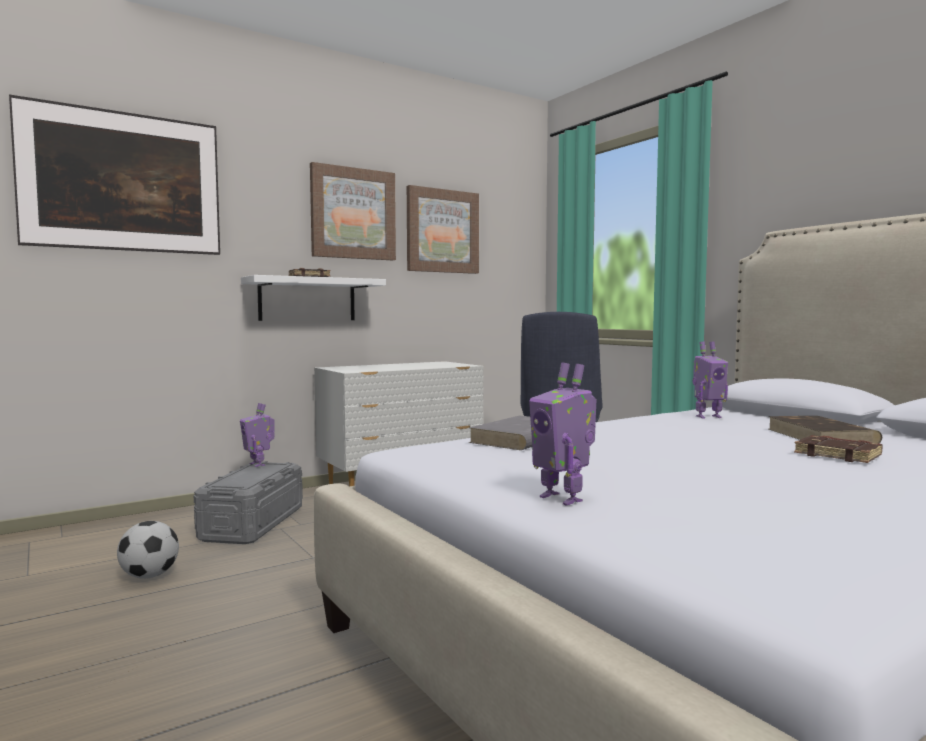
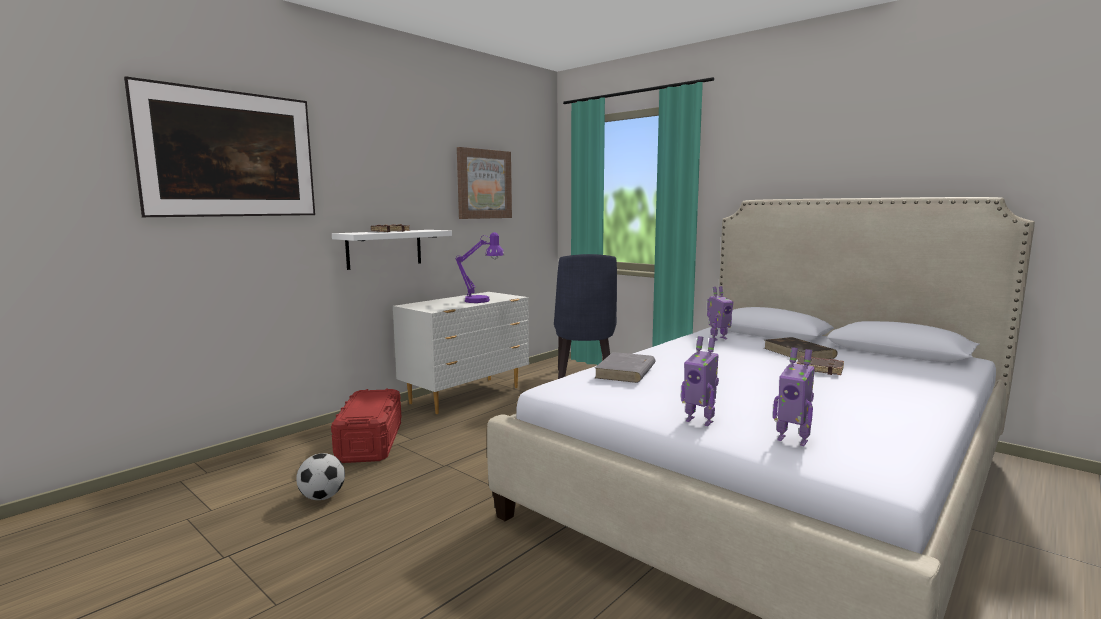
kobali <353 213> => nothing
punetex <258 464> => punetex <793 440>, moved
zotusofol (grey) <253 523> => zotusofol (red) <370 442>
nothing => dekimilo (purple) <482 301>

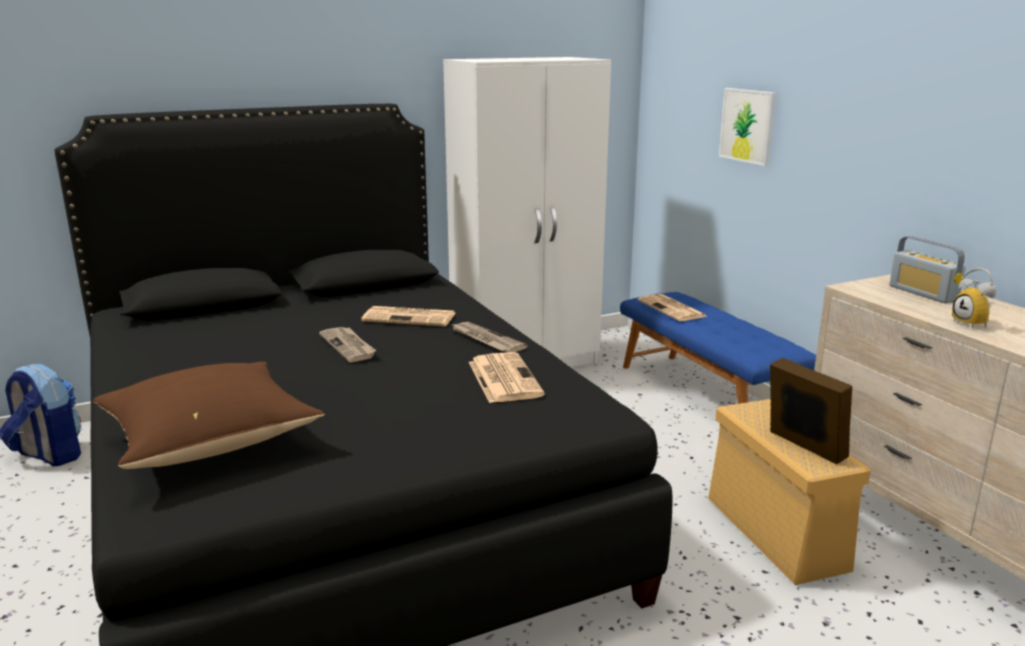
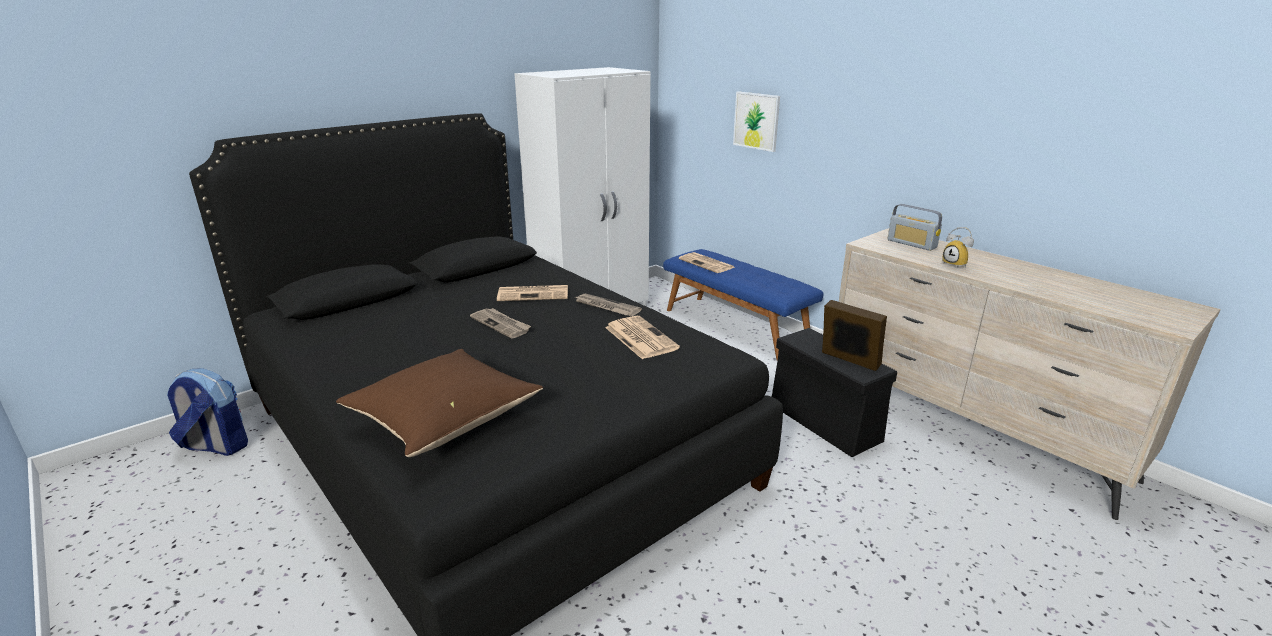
zotusofol (beige) <777 535> => zotusofol (black) <826 423>

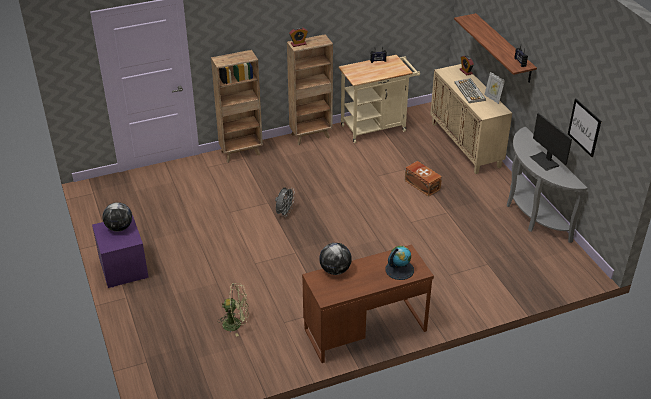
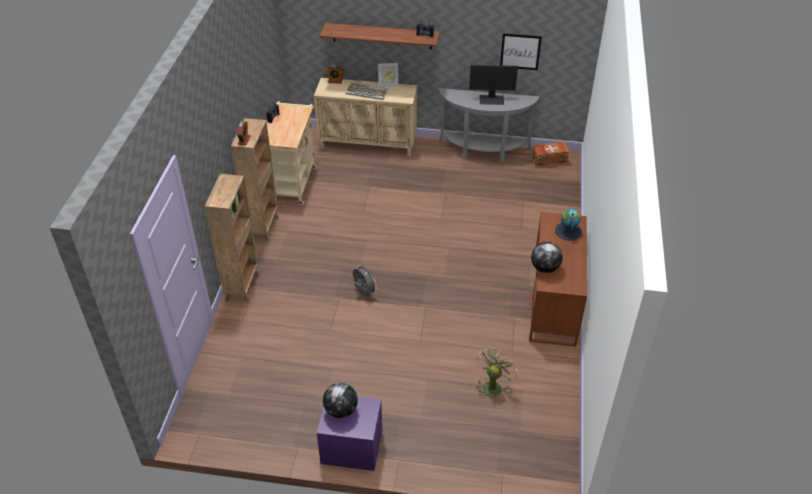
zotusofol (brown) <422 184> => zotusofol (brown) <548 160>, moved

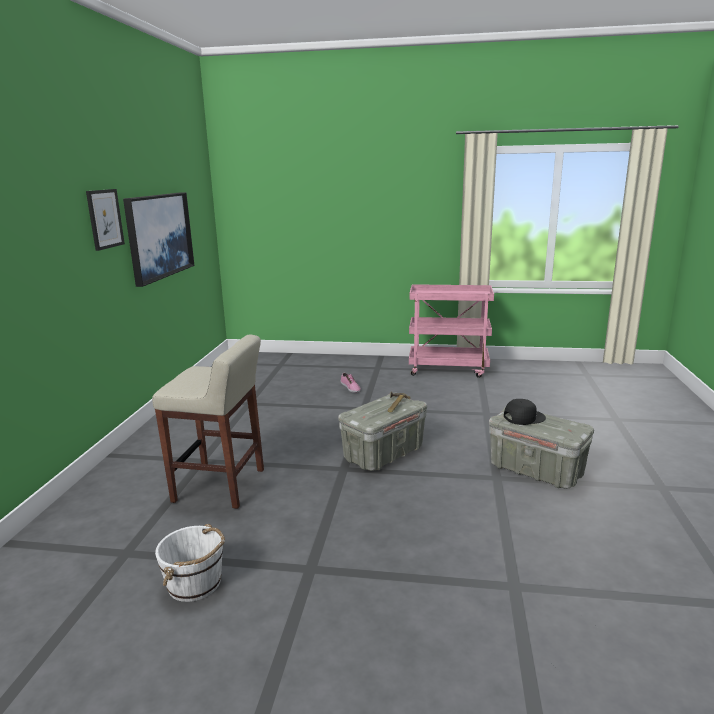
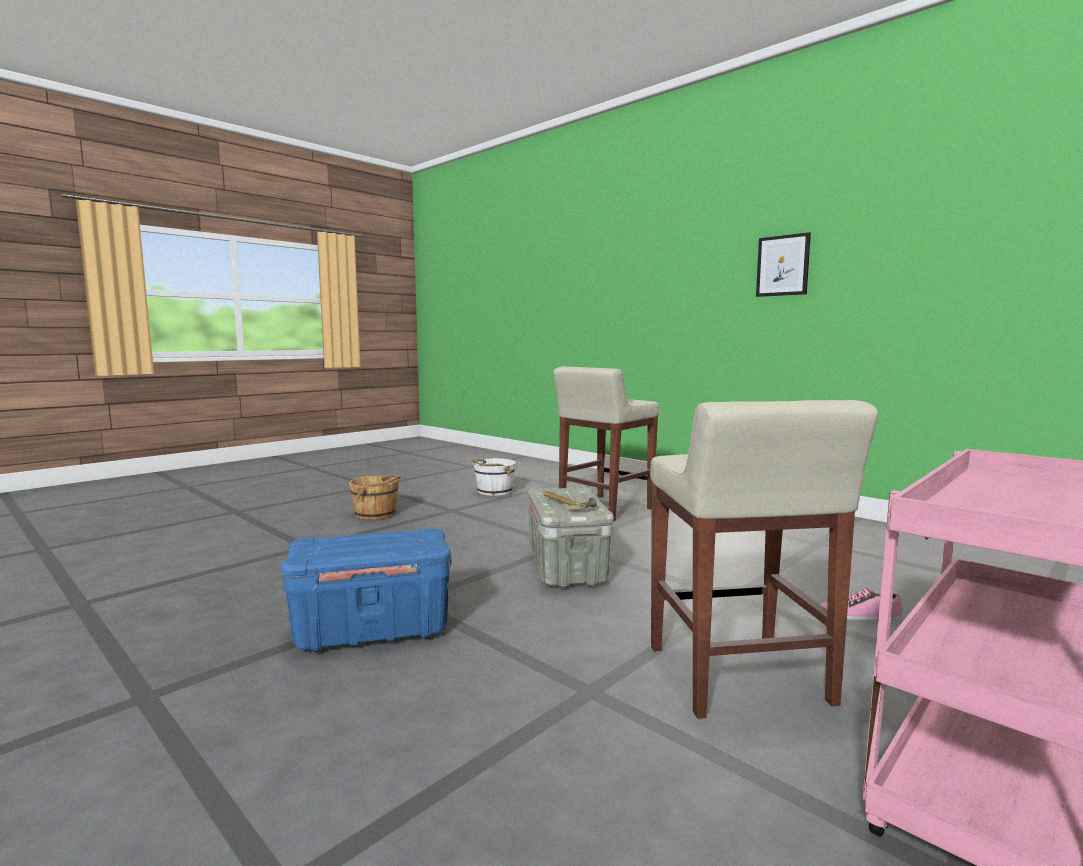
kobali <159 236> => nothing
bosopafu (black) <523 417> => nothing
zotusofol (grey) <536 470> => zotusofol (blue) <371 631>
nothing => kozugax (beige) <738 676>
nothing => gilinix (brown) <376 514>

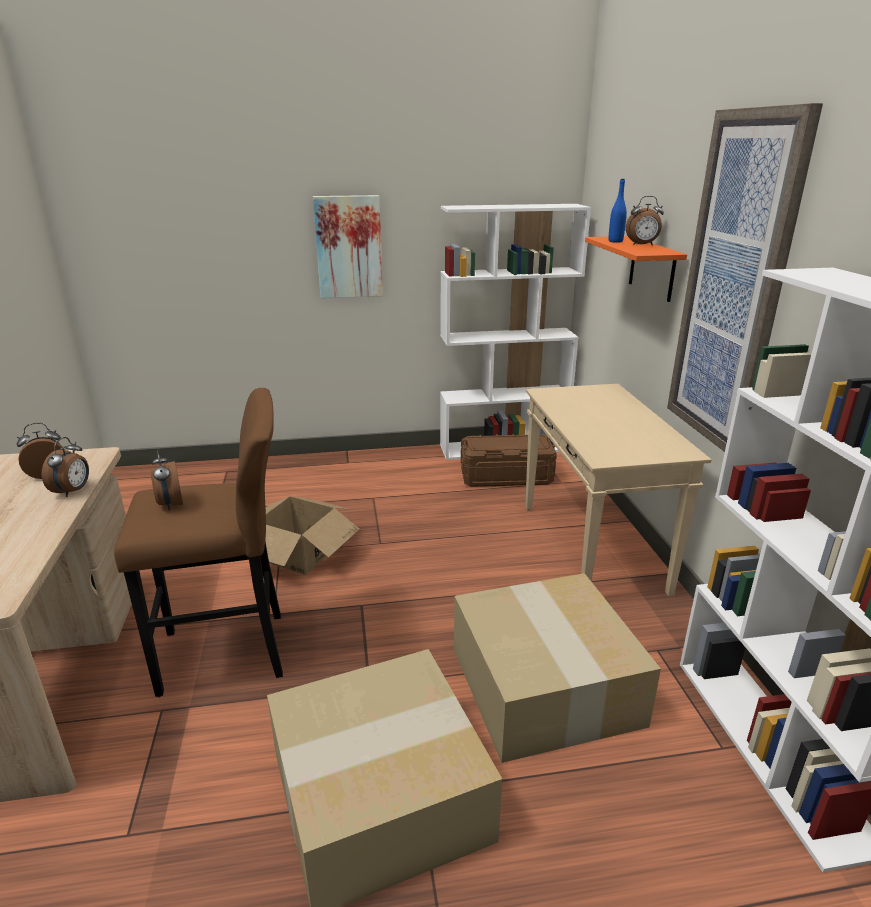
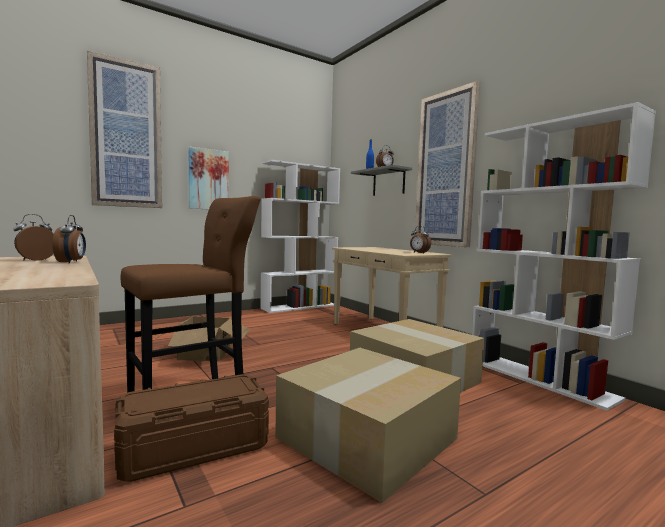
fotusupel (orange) <652 268> => fotusupel (grey) <388 182>
zotusofol (brown) <506 476> => zotusofol (brown) <194 448>, moved
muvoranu <170 504> => muvoranu <419 253>, moved
nothing => kobali <126 135>

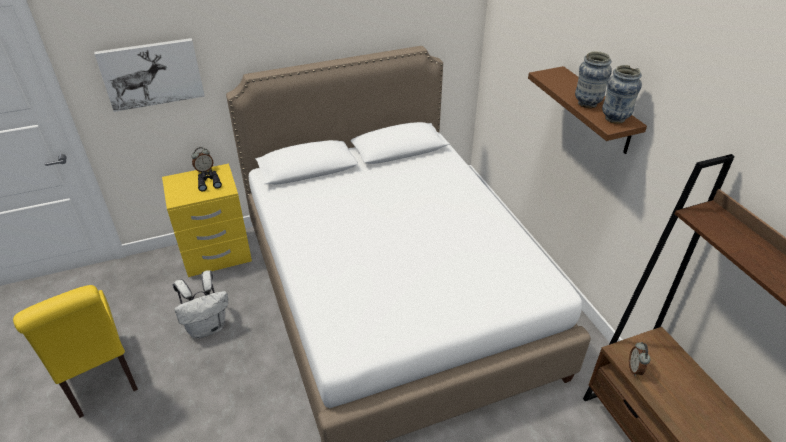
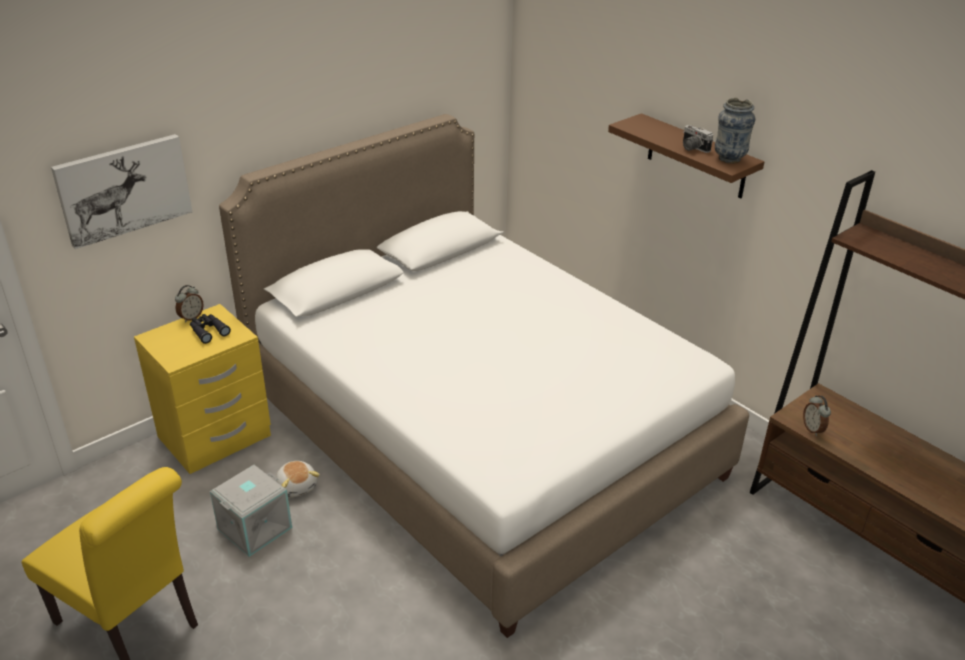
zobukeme <587 104> => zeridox <692 148>
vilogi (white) <208 327> => zotusofol (grey) <254 527>
nothing => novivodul <297 486>

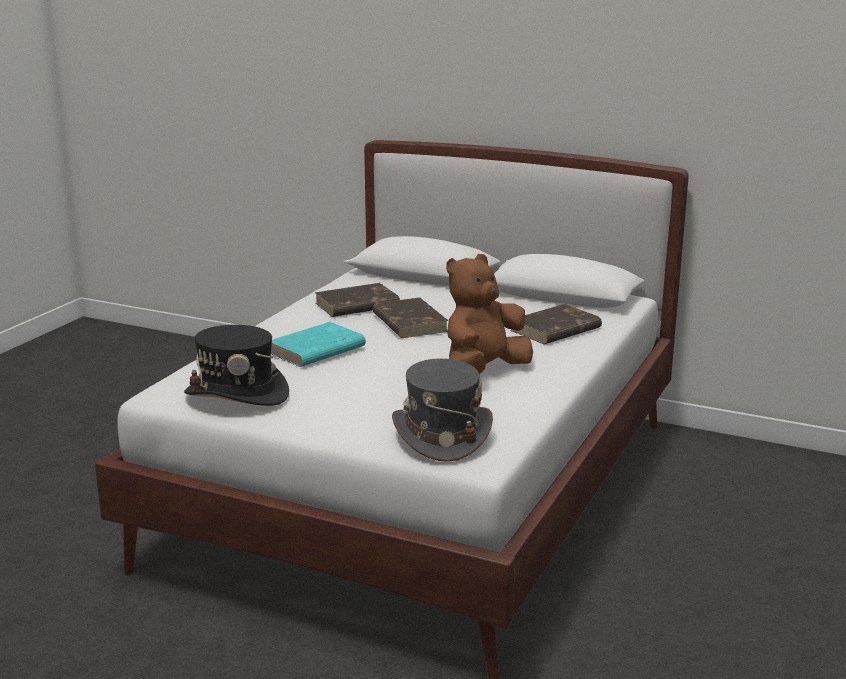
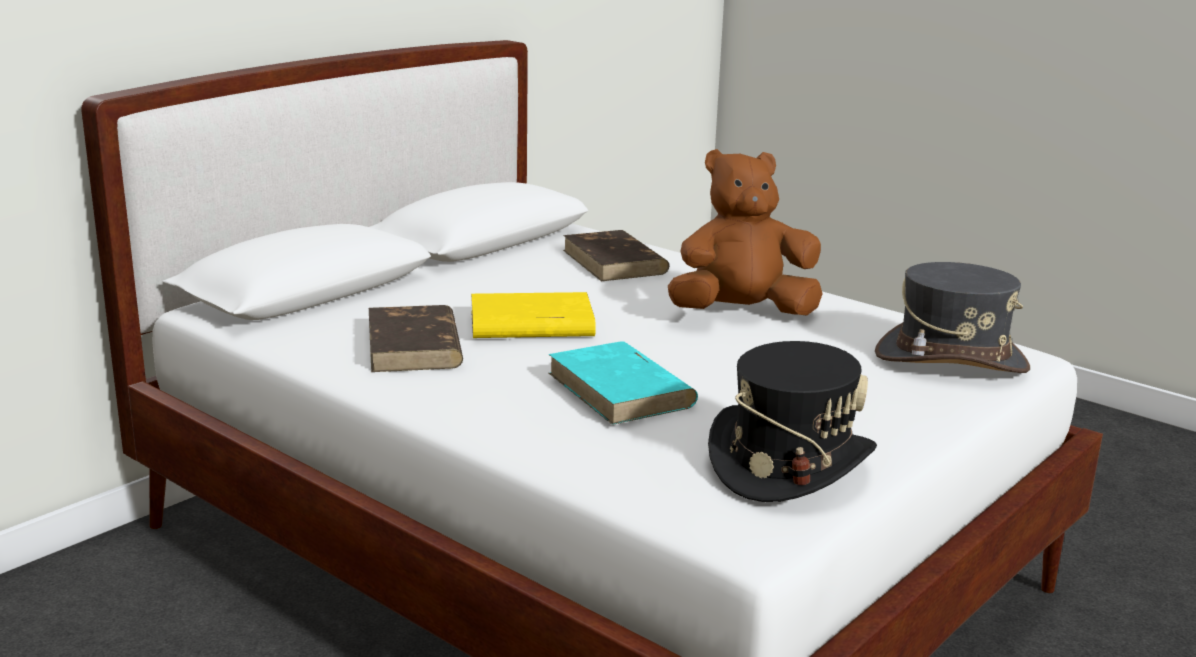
novivodul (brown) <483 371> => novivodul (brown) <741 313>, 105 degrees clockwise
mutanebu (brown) <409 322> => mutanebu (yellow) <530 324>

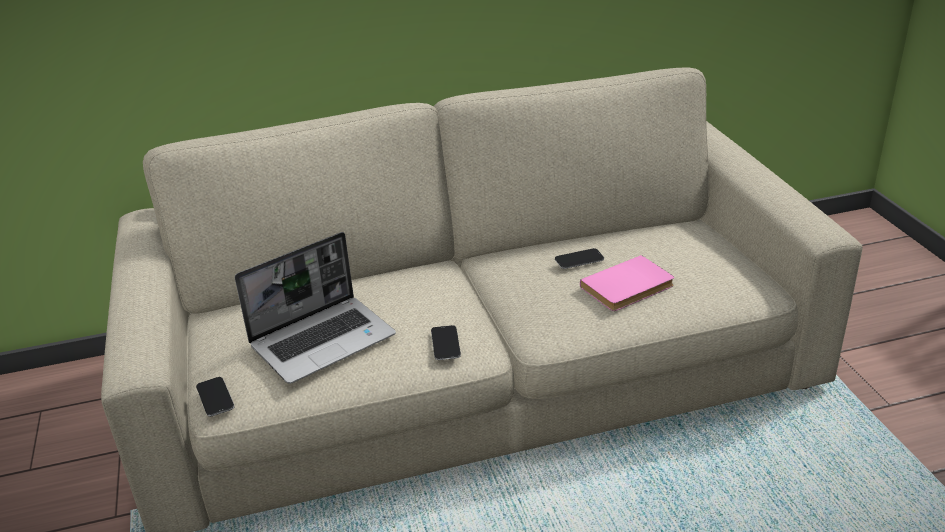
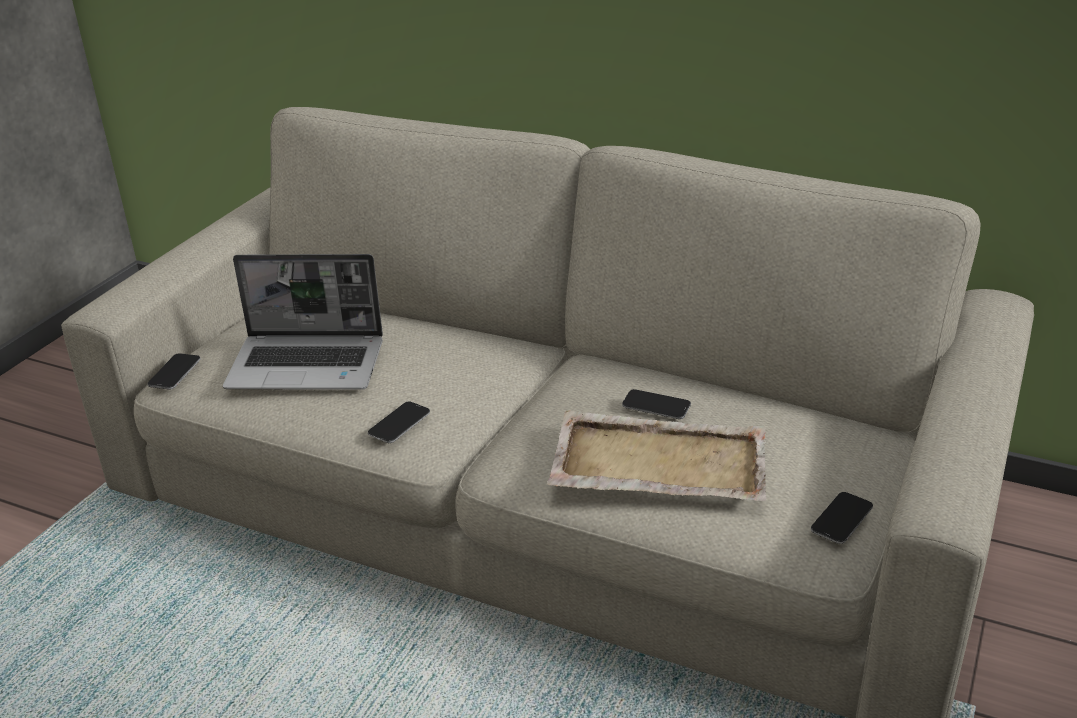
mutanebu (pink) <629 287> => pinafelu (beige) <657 463>
nothing => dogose <841 519>

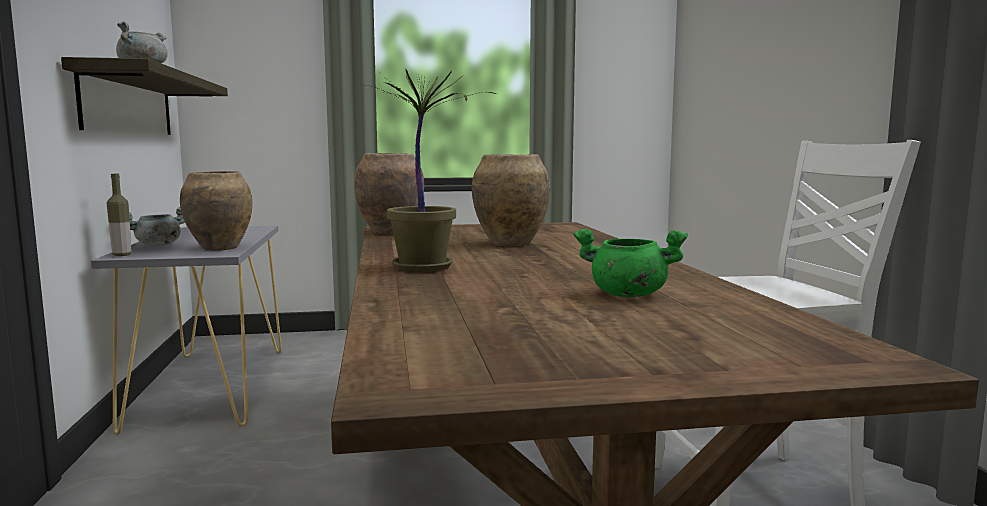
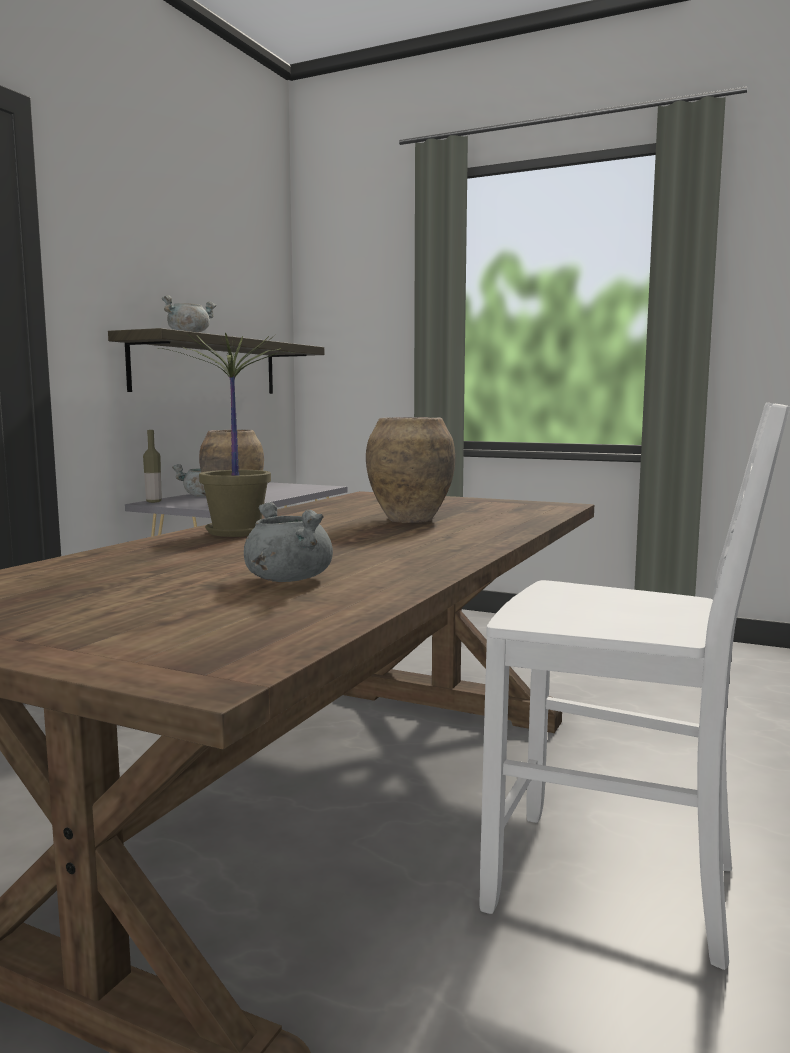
zobukeme (brown) <390 232> => nothing
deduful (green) <626 294> => deduful (grey) <286 579>

